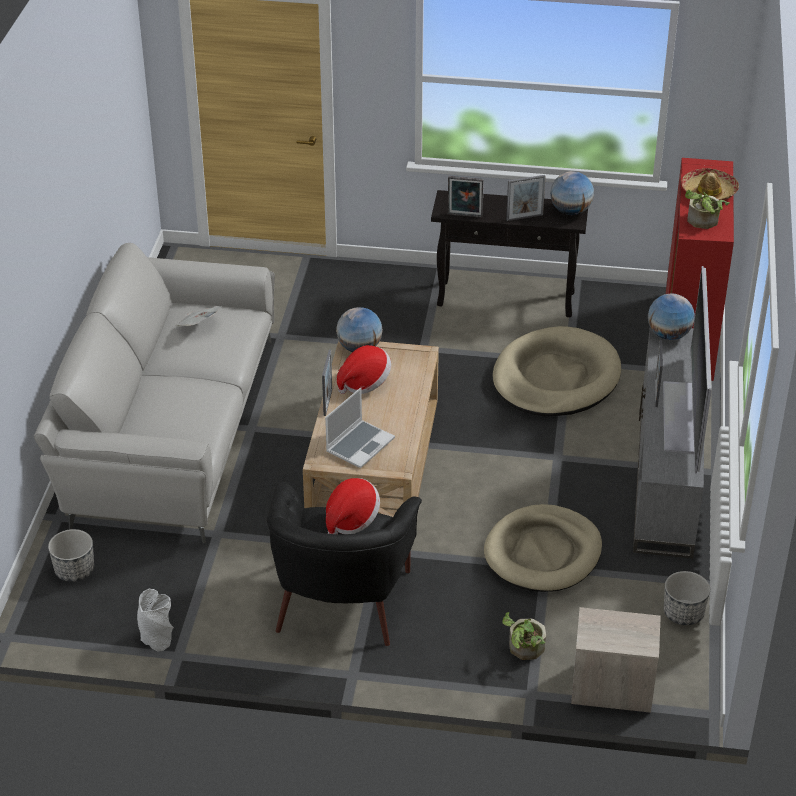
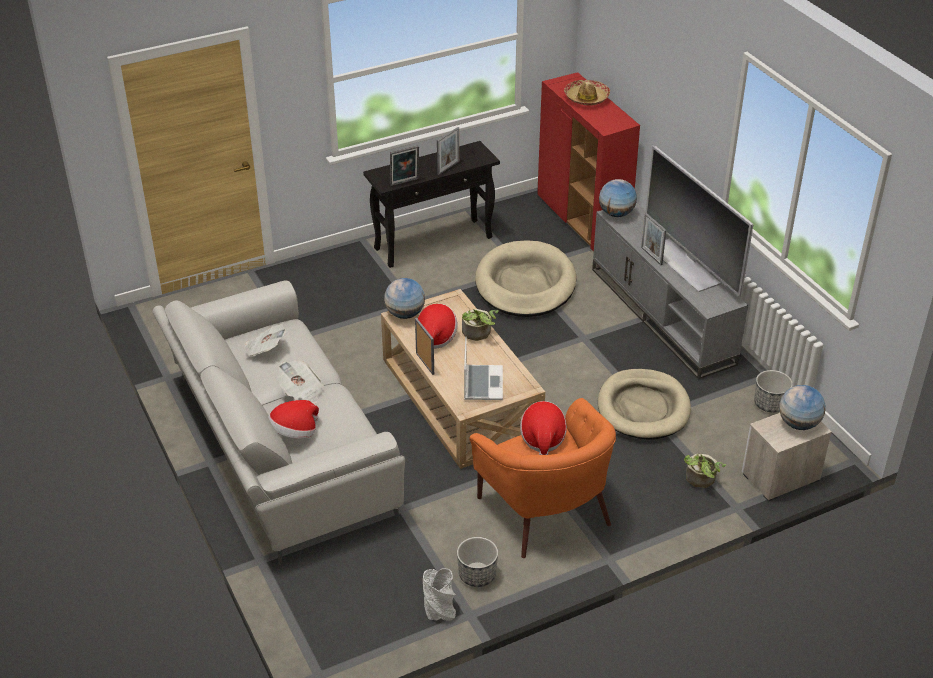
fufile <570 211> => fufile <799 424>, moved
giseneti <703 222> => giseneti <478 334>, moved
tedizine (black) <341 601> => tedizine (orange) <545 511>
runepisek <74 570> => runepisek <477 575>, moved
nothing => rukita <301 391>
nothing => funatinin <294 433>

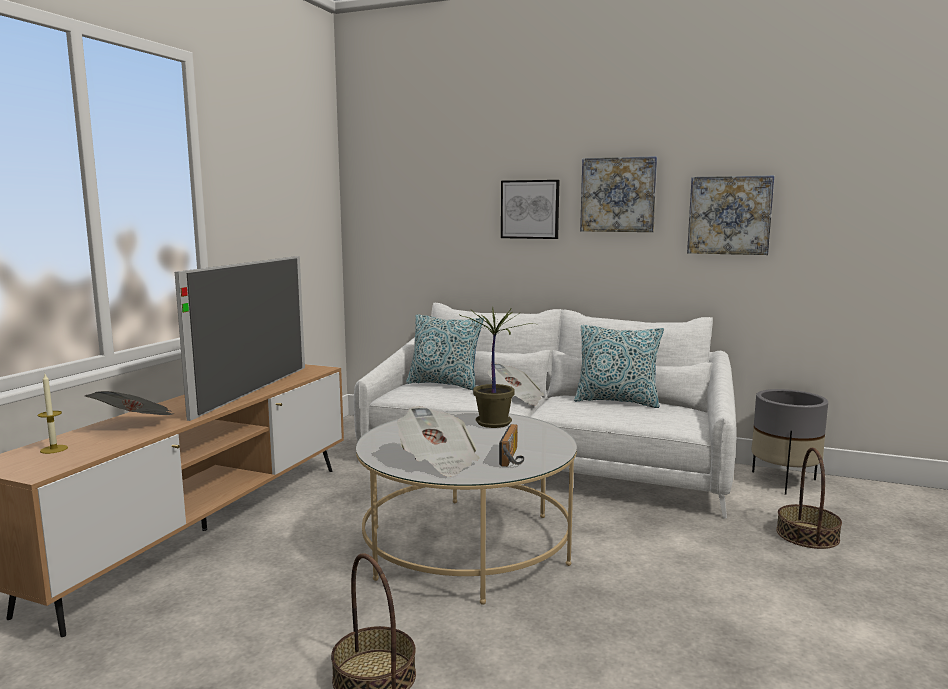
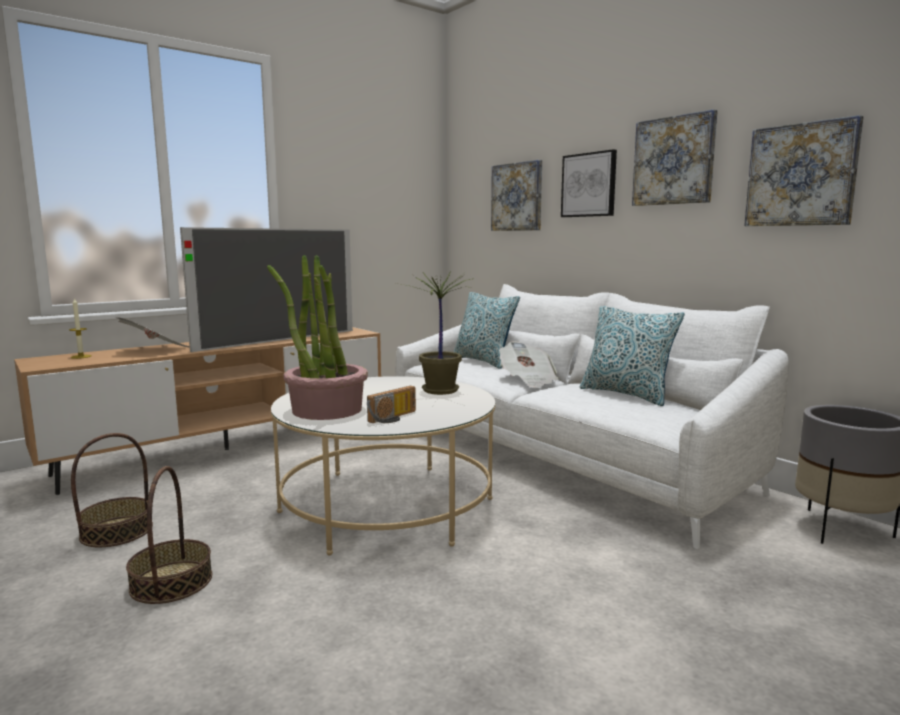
rukita <438 462> => giseneti <326 410>
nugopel <807 535> => nugopel <116 531>, moved
nothing => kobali <517 197>

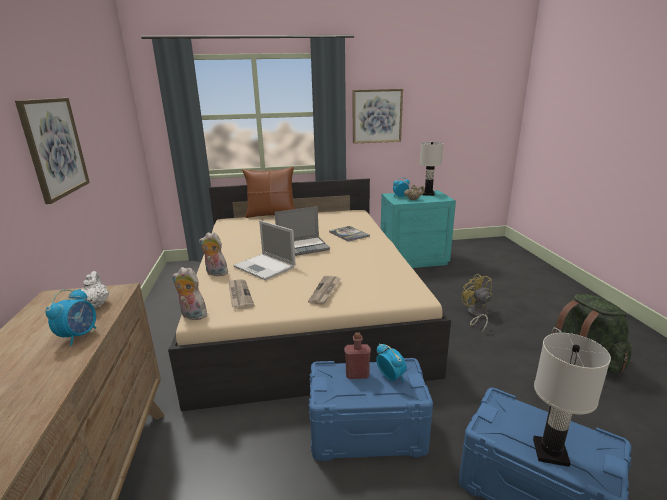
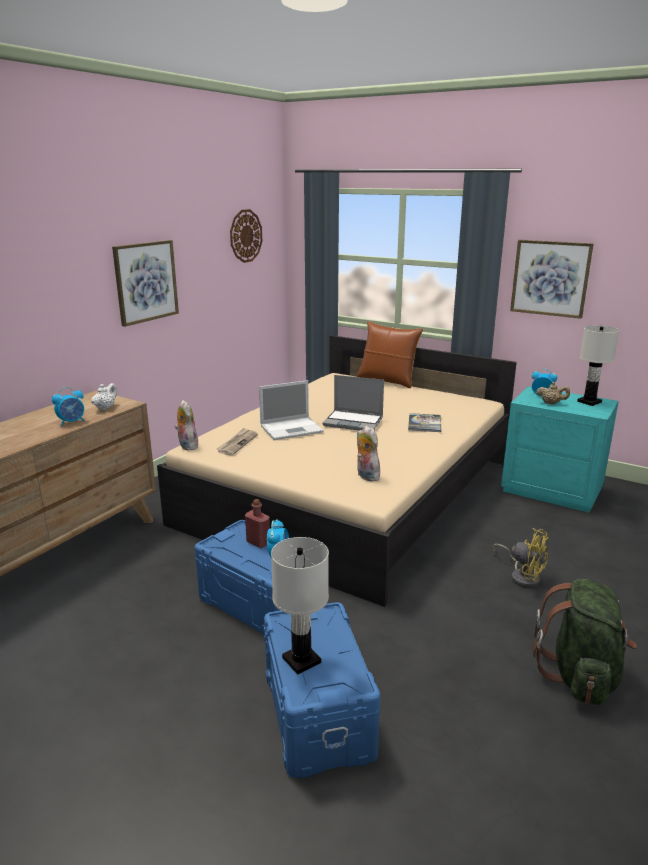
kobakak <265 267> => kobakak <292 428>, 105 degrees counterclockwise
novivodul <215 273> => novivodul <366 476>, moved
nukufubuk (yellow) <476 316> => nukufubuk (yellow) <522 576>, 105 degrees clockwise
rukita <325 291> => nothing
nothing => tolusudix <245 236>

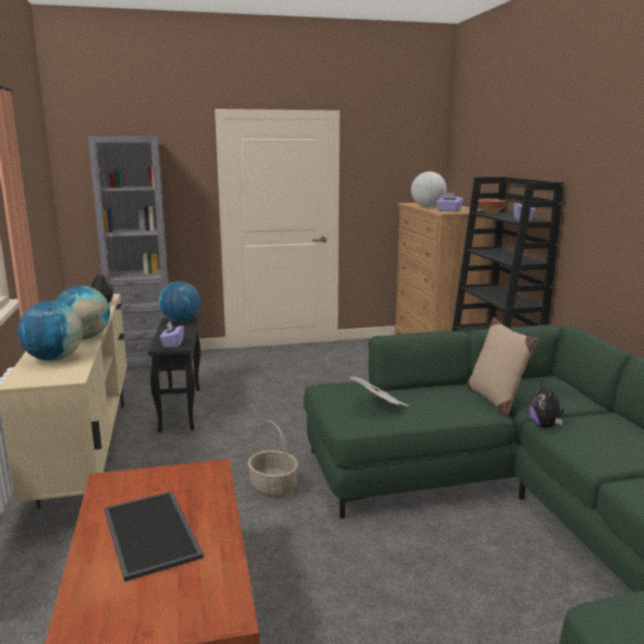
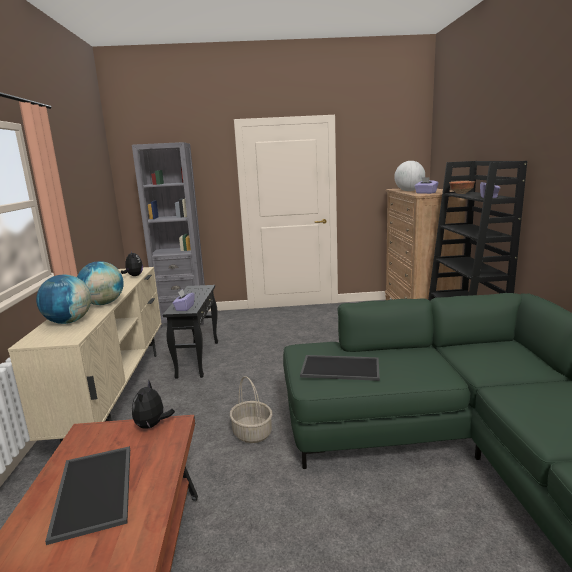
fufile <180 321> => nothing
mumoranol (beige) <495 399> => nothing
rukita <378 406> => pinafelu <341 367>
novivodul <545 426> => novivodul <152 425>, moved

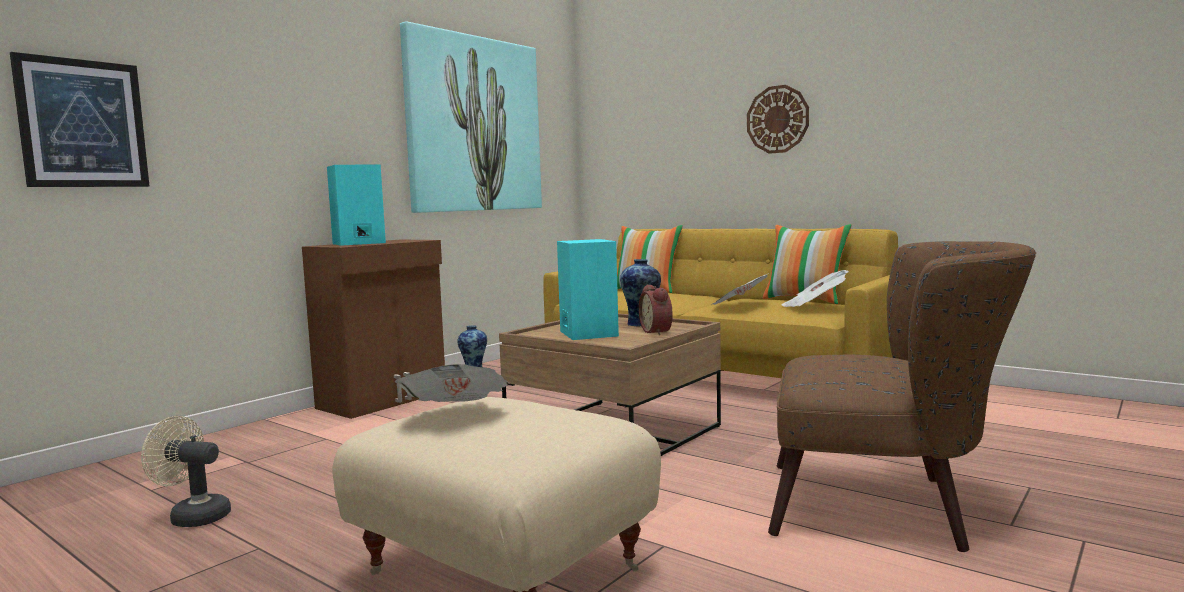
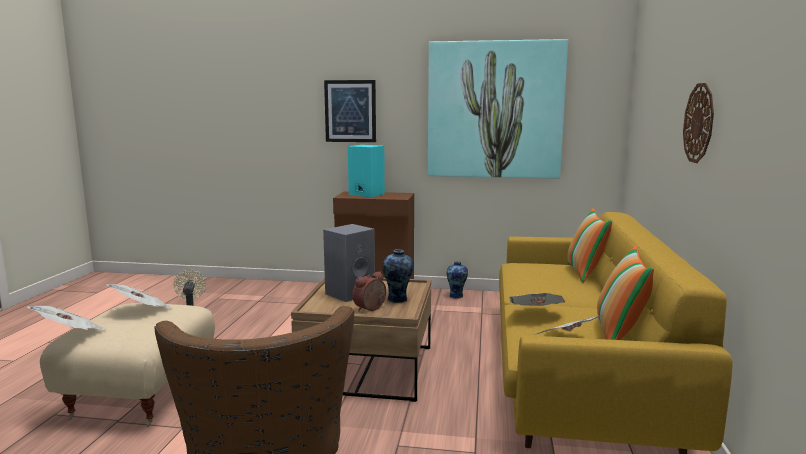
kobali <83 124> => kobali <350 111>, moved
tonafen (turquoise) <586 333> => tonafen (grey) <350 293>
nothing => rukita <70 334>

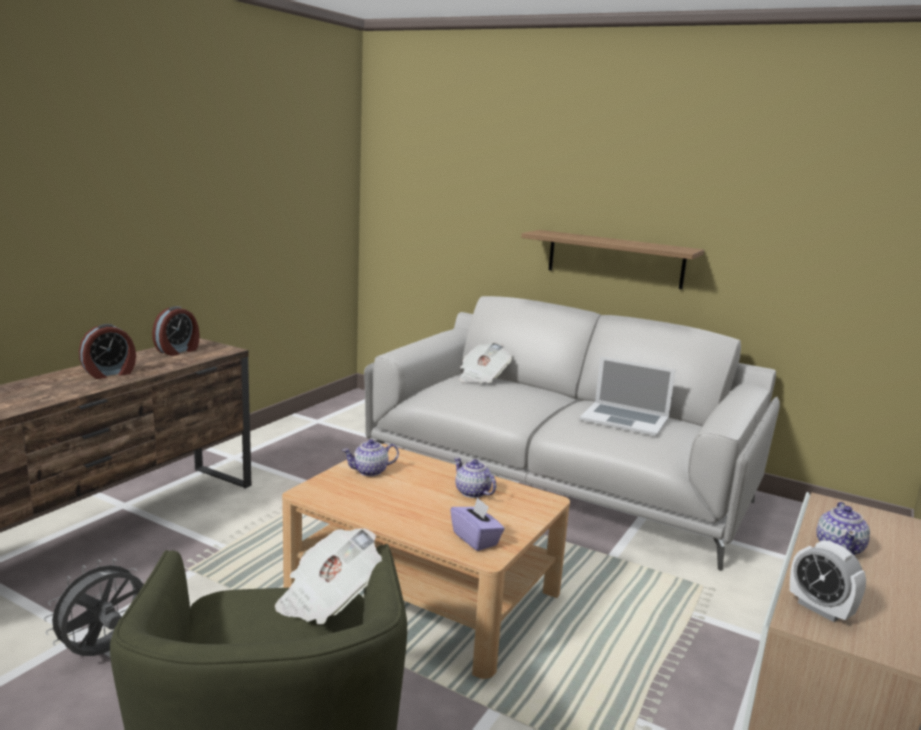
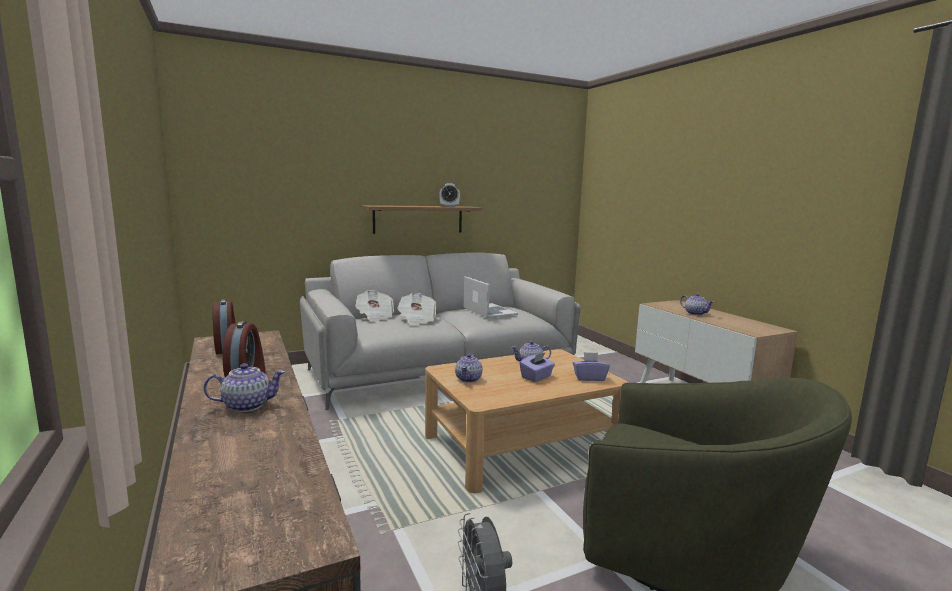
kobakak <624 419> => kobakak <489 311>, 90 degrees counterclockwise
rukita <327 599> => rukita <417 319>, moved
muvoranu <820 609> => muvoranu <449 206>, moved
nothing => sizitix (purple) <536 377>
nothing => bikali <246 405>

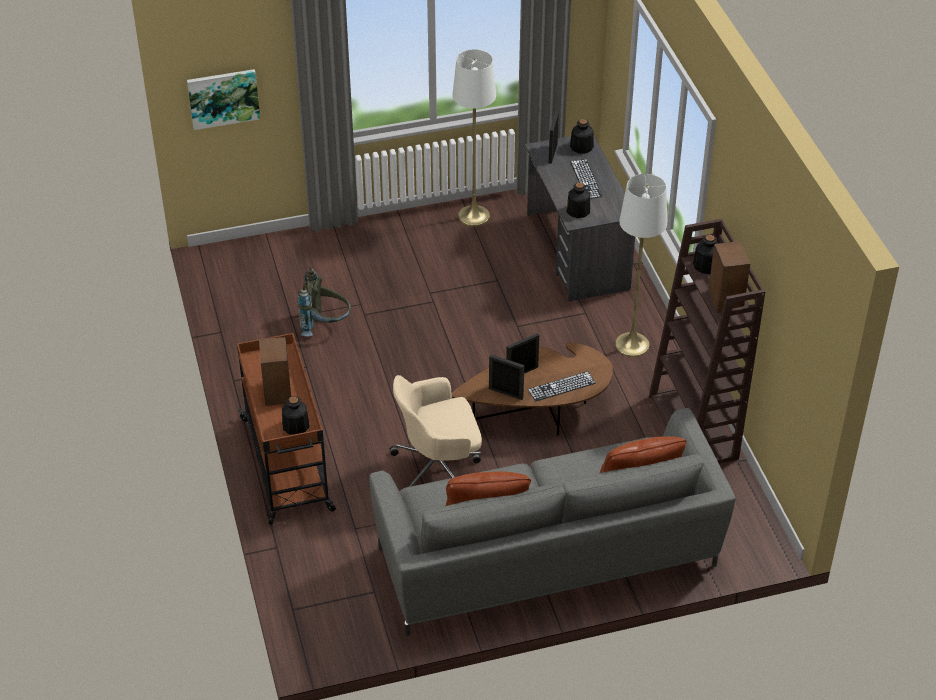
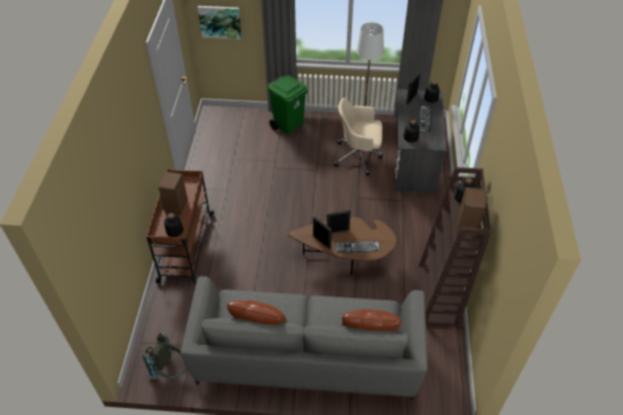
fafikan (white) <632 345> => nothing
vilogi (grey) <325 326> => vilogi (grey) <171 371>, moved
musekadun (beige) <438 469> => musekadun (beige) <359 156>, moved
nothing => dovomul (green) <288 125>

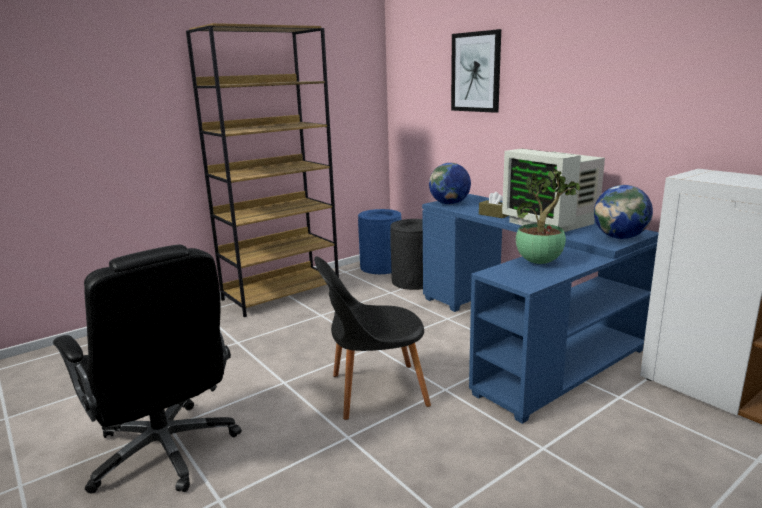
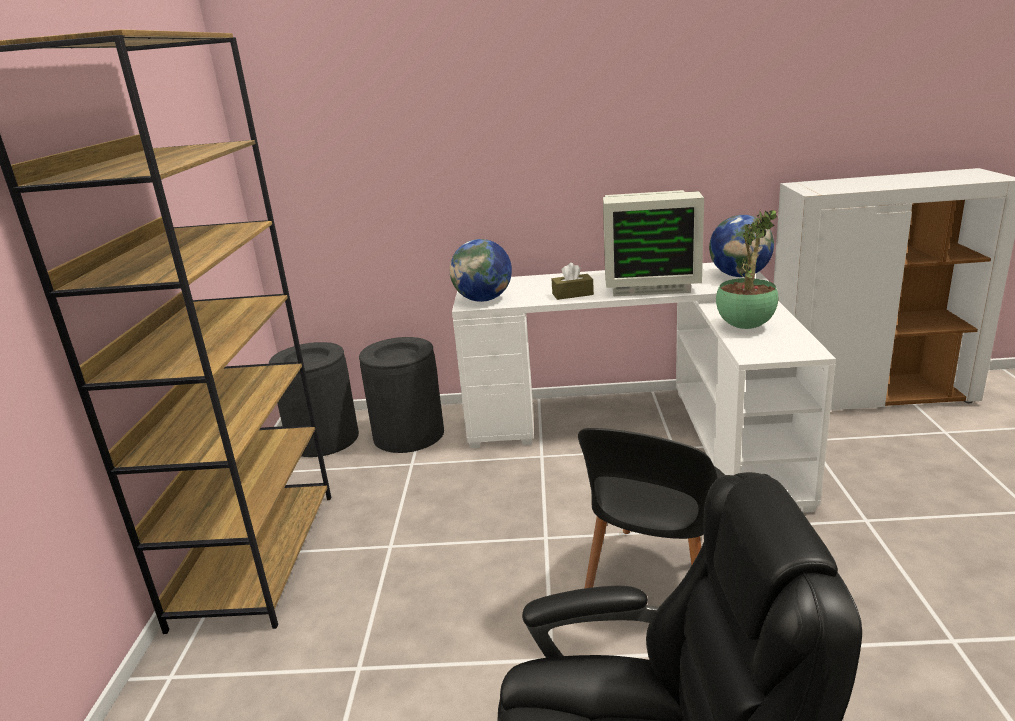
kobali <476 72> => nothing
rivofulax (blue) <525 336> => rivofulax (white) <644 431>
dovomul (blue) <381 267> => dovomul (black) <323 439>

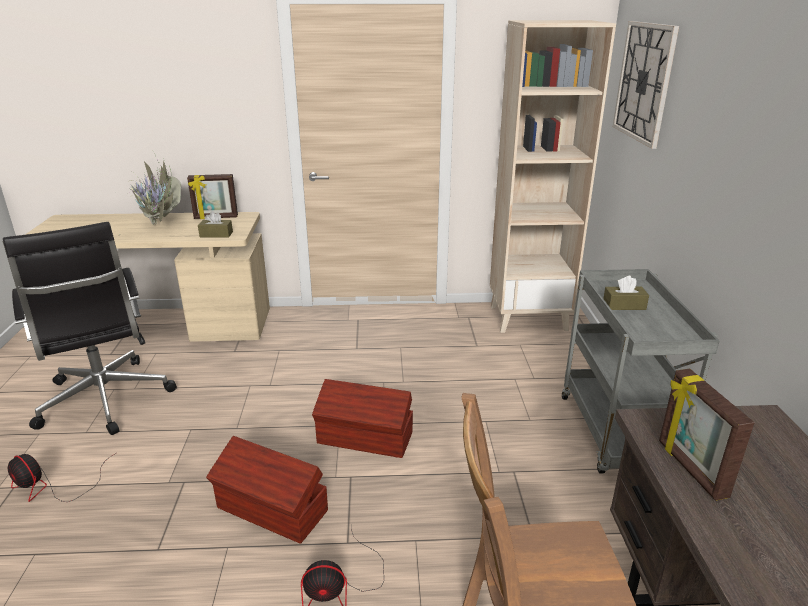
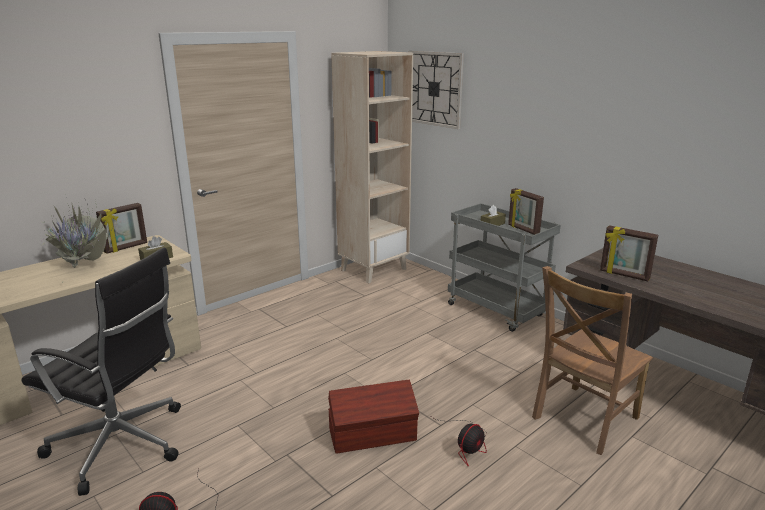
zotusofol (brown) <365 439> => nothing
nothing => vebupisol <523 229>

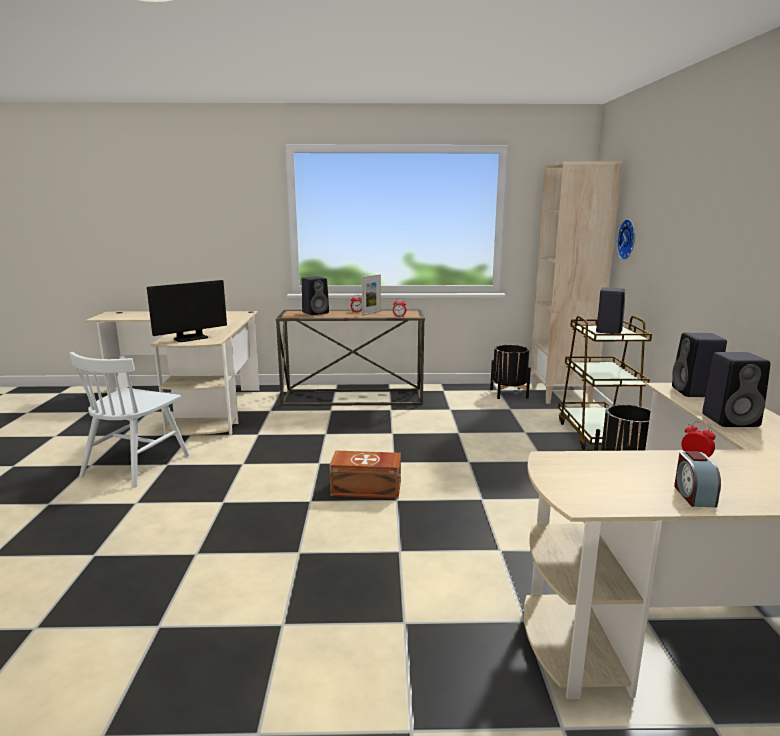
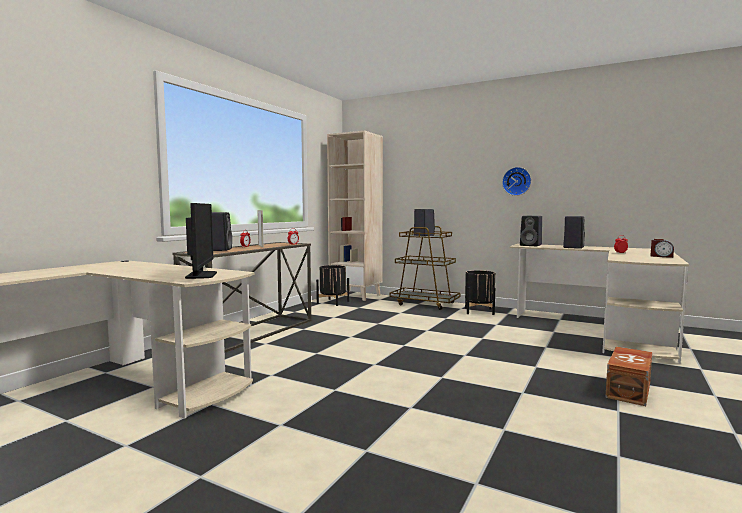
tolusudix <629 239> => tolusudix <516 181>, moved
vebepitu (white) <136 465> => nothing
zotusofol (brown) <367 489> => zotusofol (brown) <630 390>, moved

